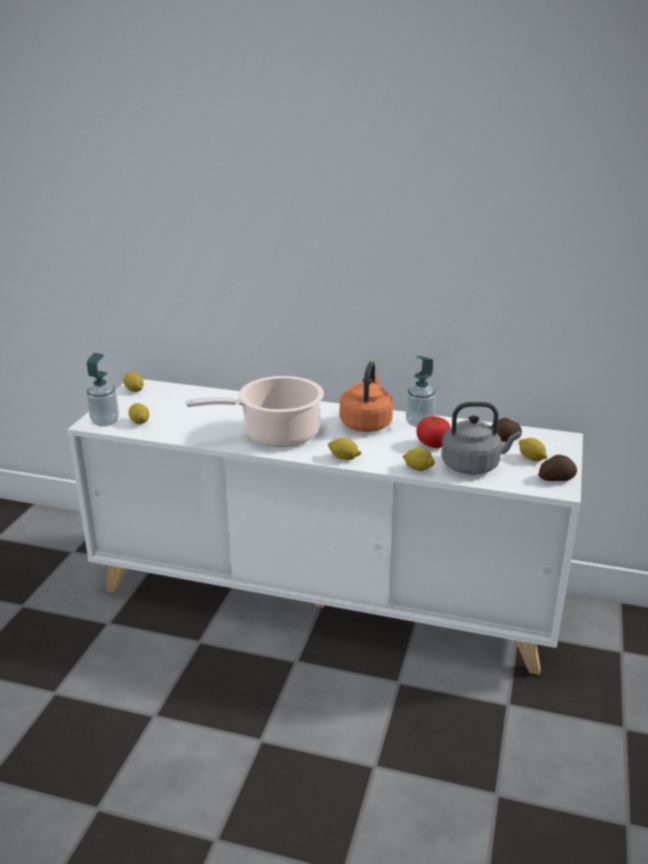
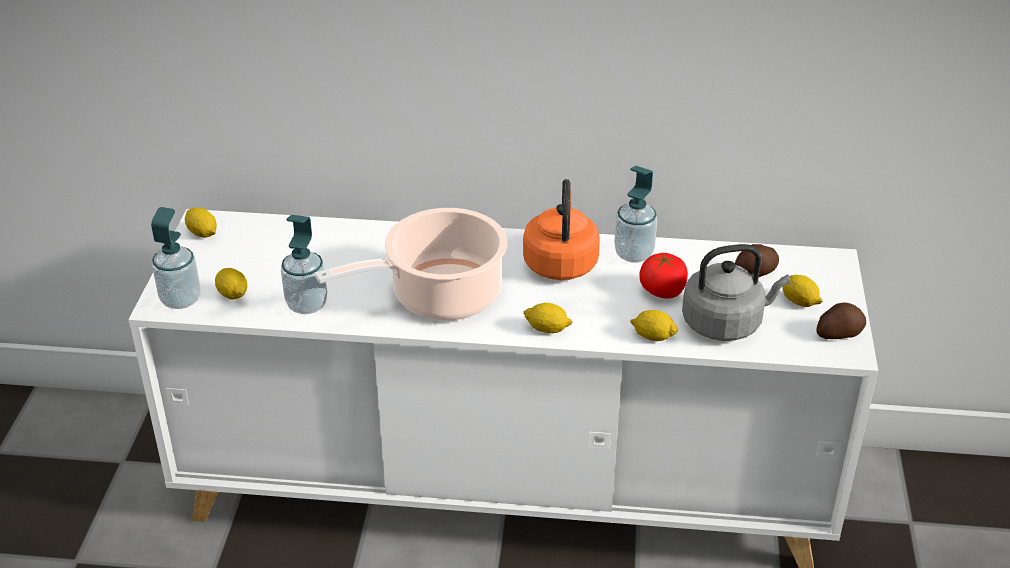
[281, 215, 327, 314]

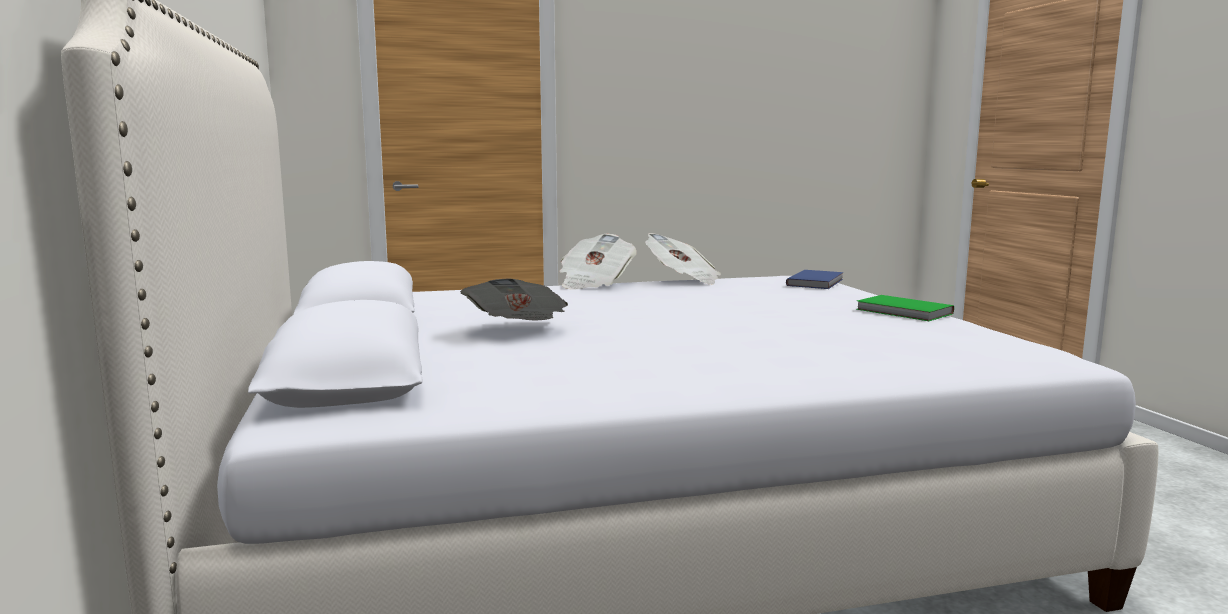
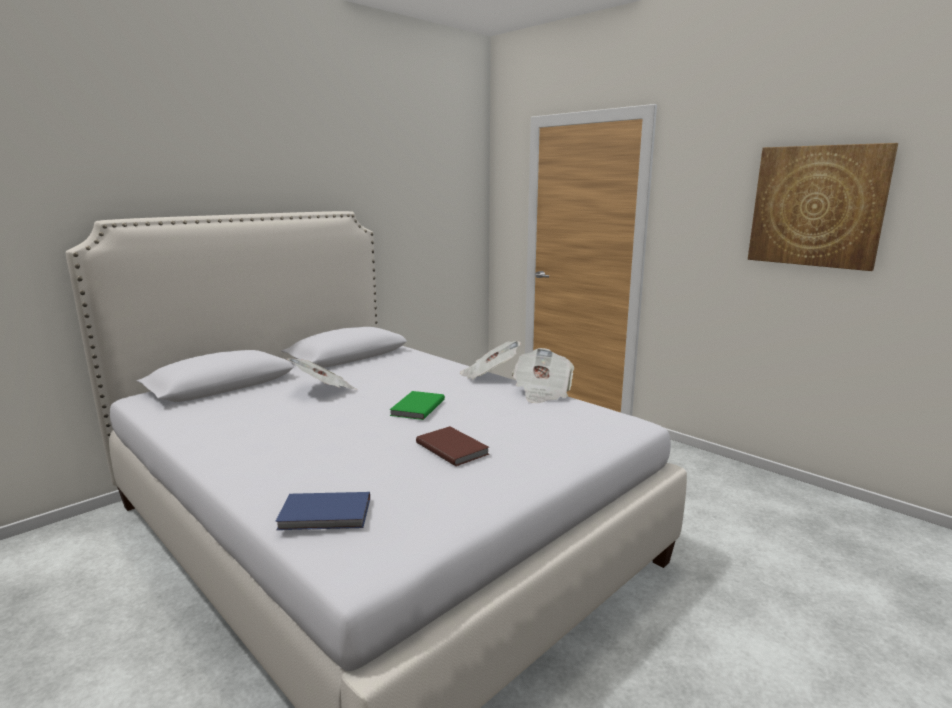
[416, 426, 489, 466]
[748, 143, 898, 271]
[275, 492, 370, 530]
[390, 391, 445, 420]

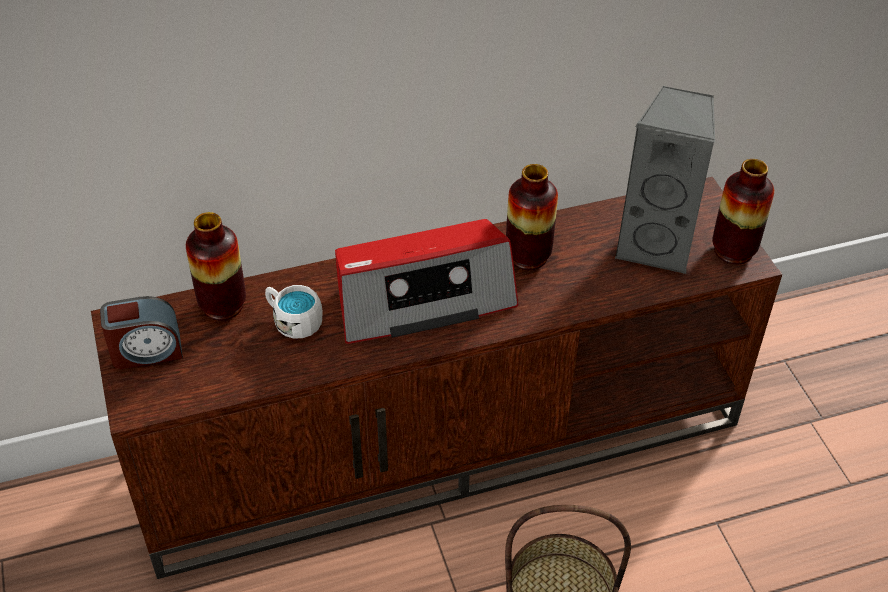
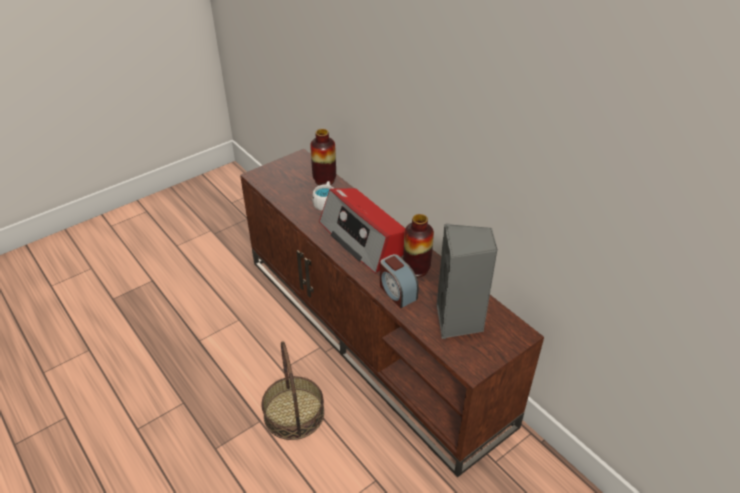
[712, 159, 774, 264] (first image)
[380, 254, 419, 308]

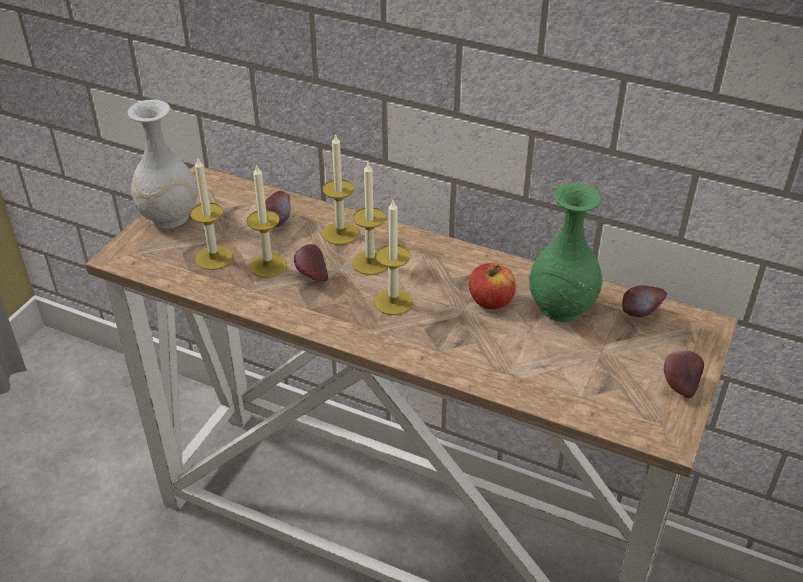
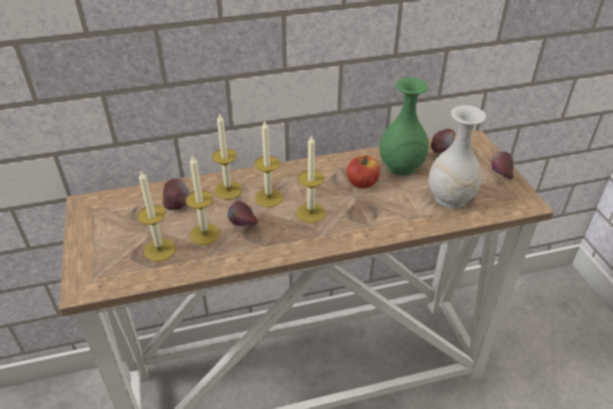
[428, 105, 486, 208]

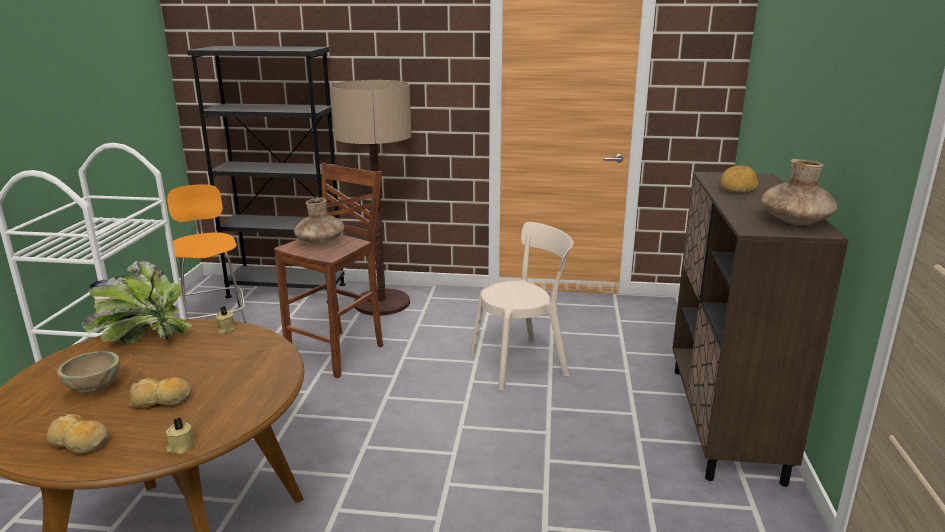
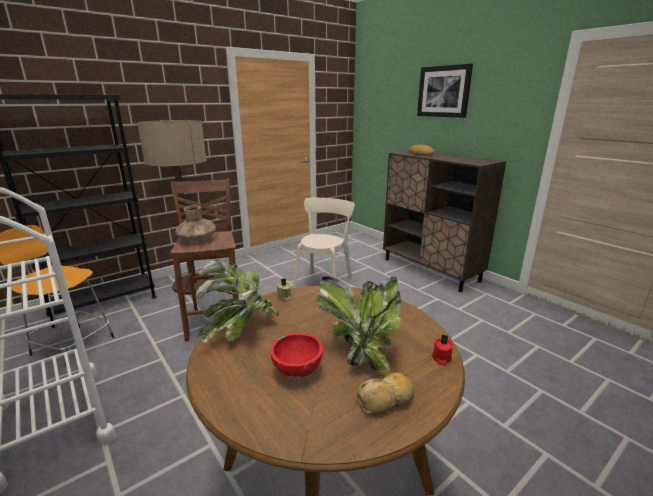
[761, 159, 838, 225] (first image)
[417, 64, 473, 118]
[316, 276, 401, 371]
[270, 333, 323, 377]
[432, 334, 454, 365]

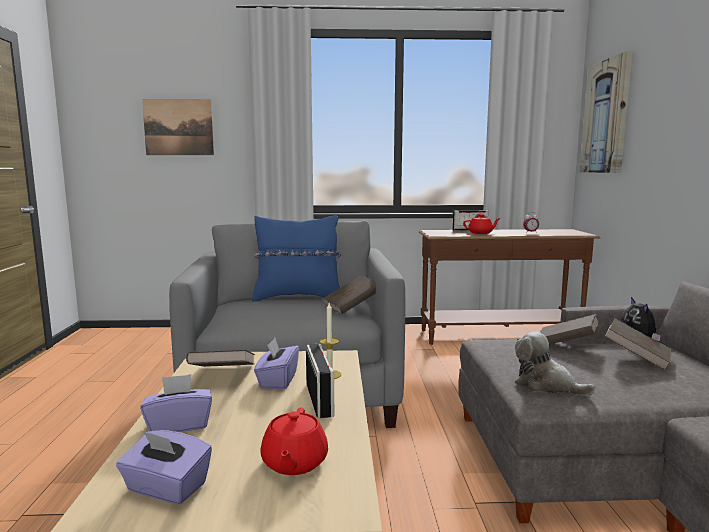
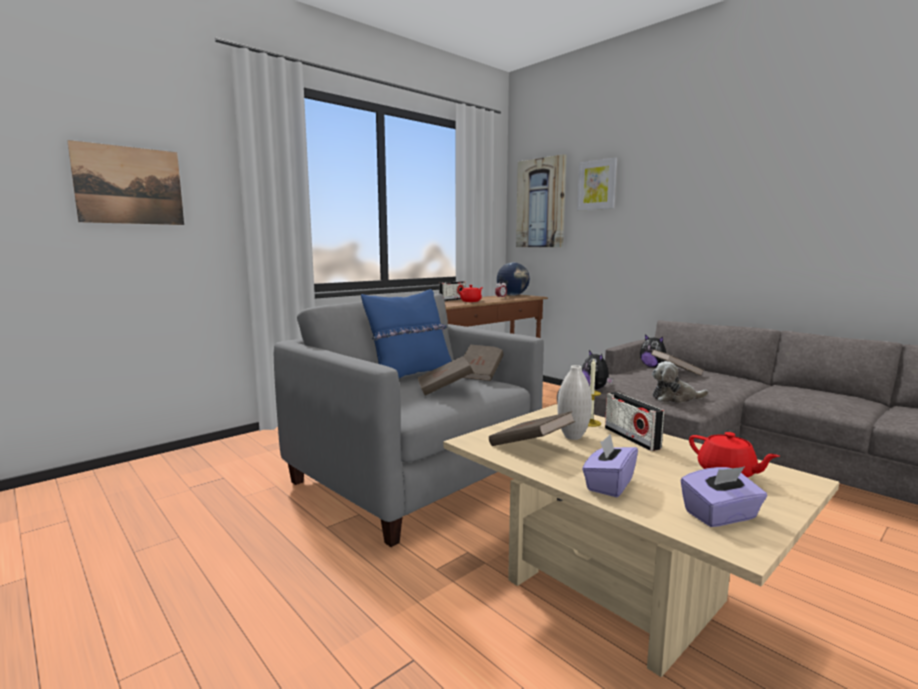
[497, 262, 530, 295]
[577, 157, 617, 211]
[582, 350, 613, 389]
[418, 356, 473, 396]
[557, 365, 592, 440]
[605, 392, 664, 451]

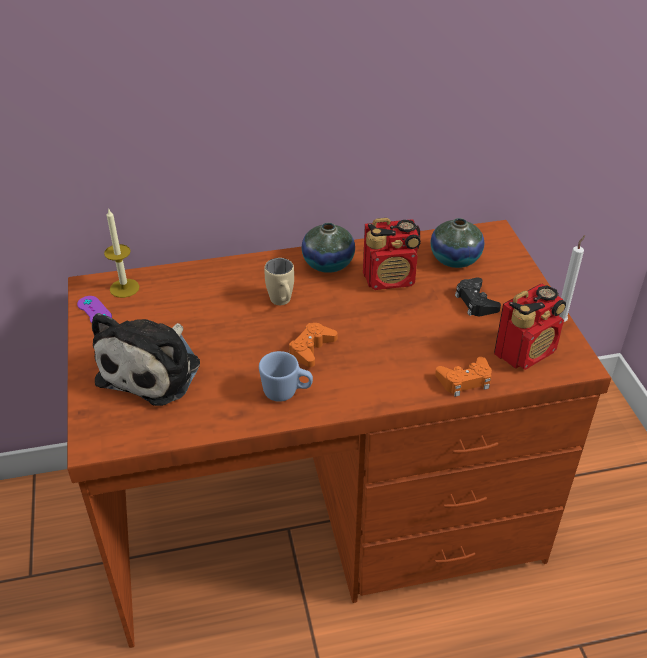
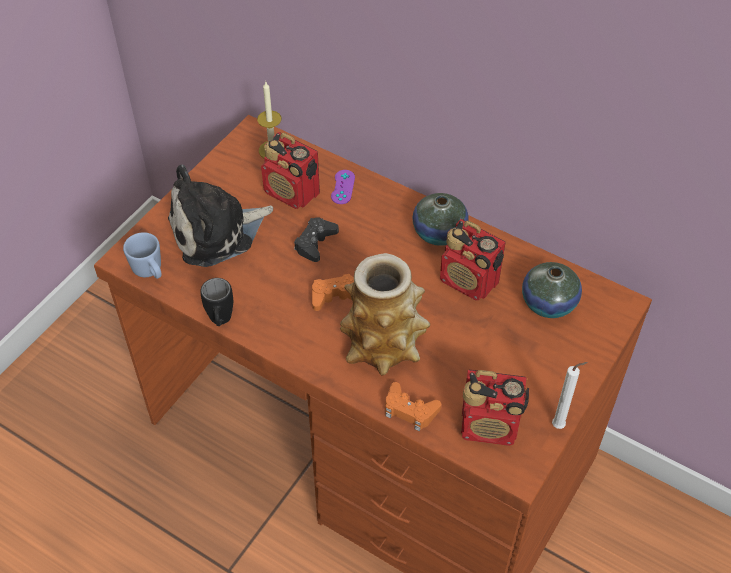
[264, 258, 294, 305] (first image)
[200, 278, 233, 326]
[261, 132, 320, 209]
[340, 253, 430, 376]
[331, 170, 355, 204]
[123, 232, 162, 279]
[294, 217, 339, 262]

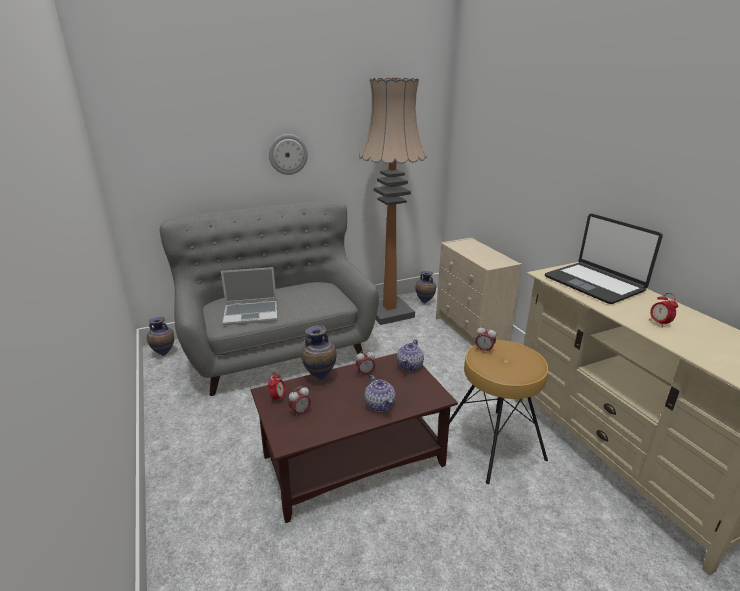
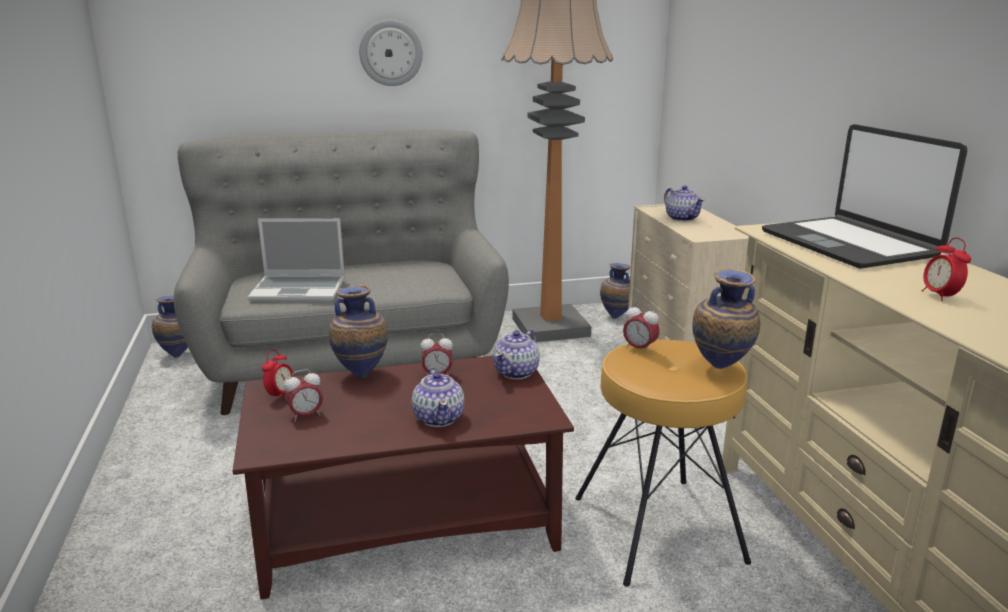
[664, 185, 705, 222]
[692, 268, 760, 369]

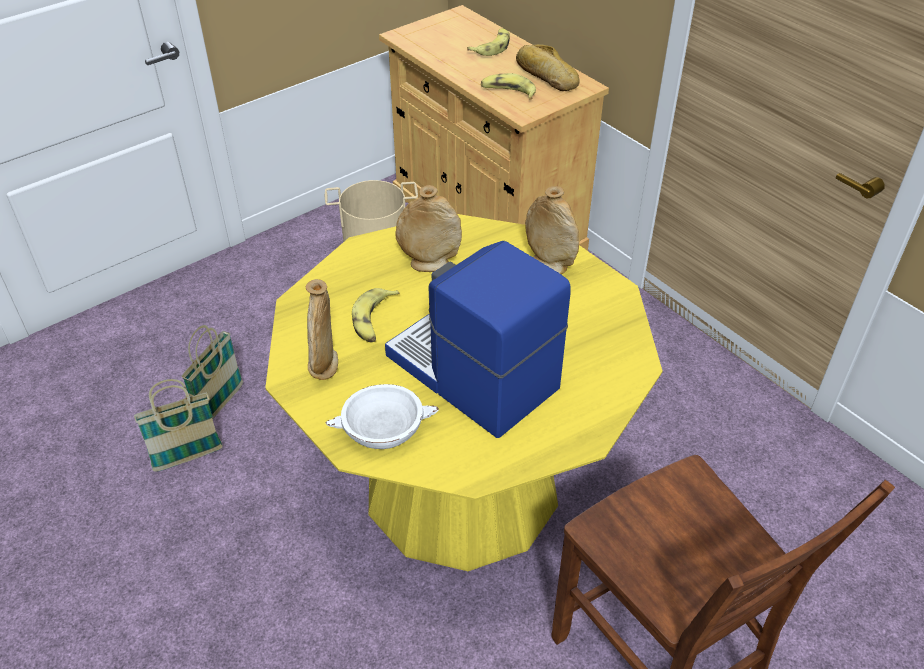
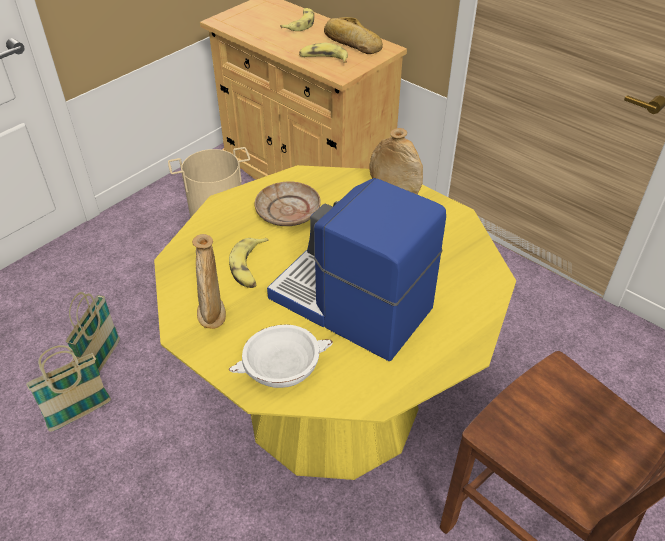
[255, 182, 321, 226]

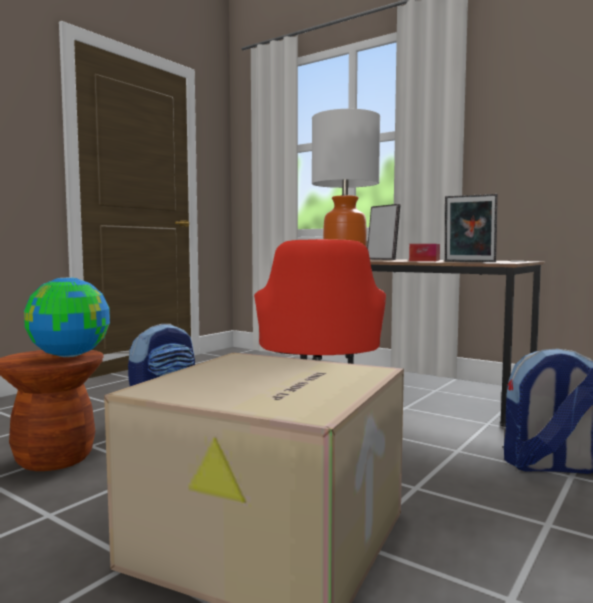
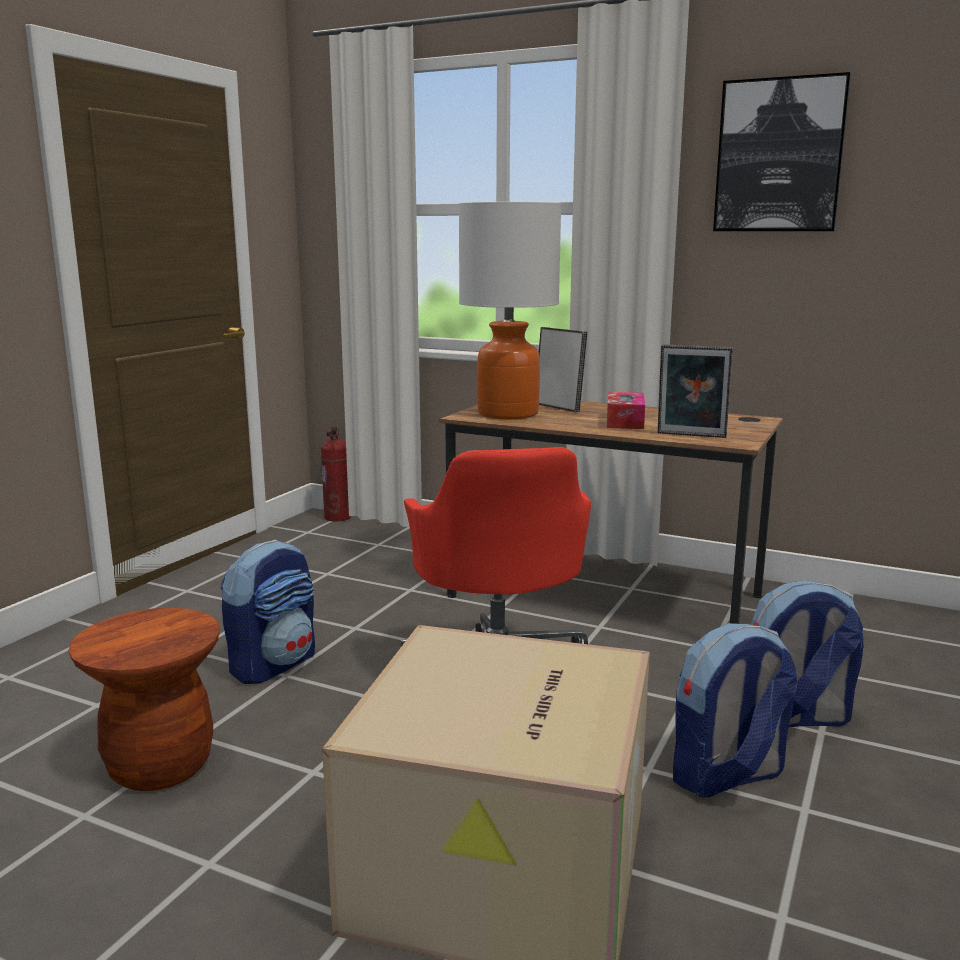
[24, 278, 110, 357] (first image)
[321, 427, 351, 522]
[673, 623, 798, 798]
[713, 72, 851, 231]

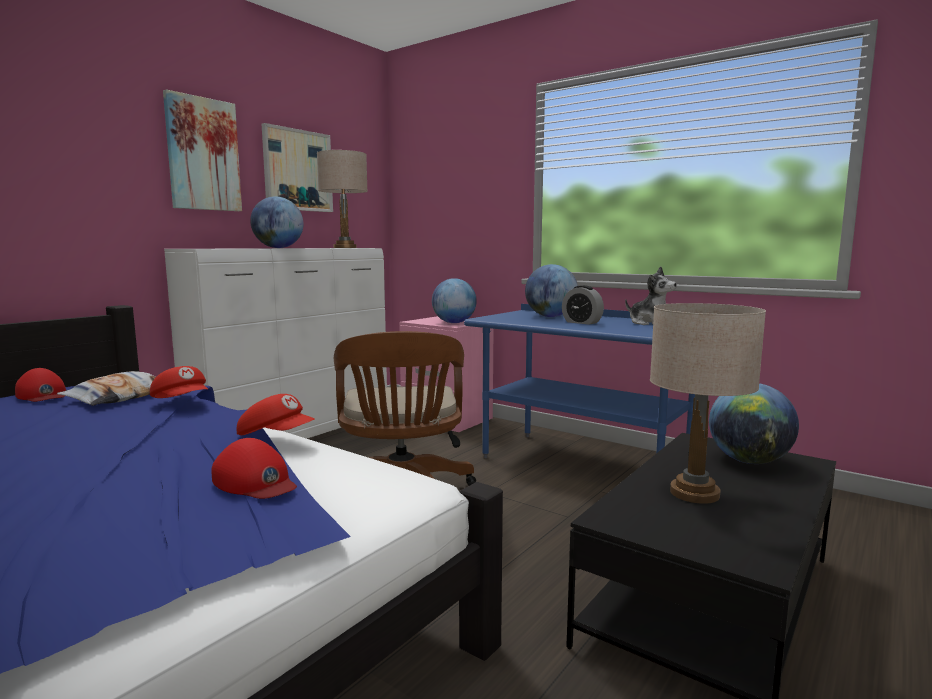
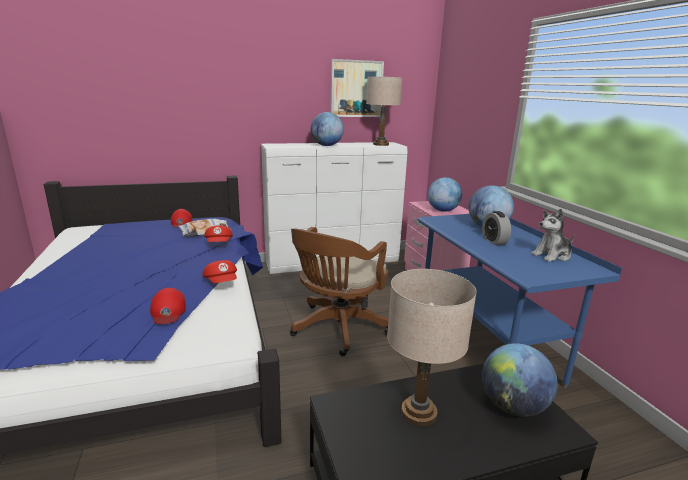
[163, 89, 242, 211] (first image)
[531, 209, 574, 262]

